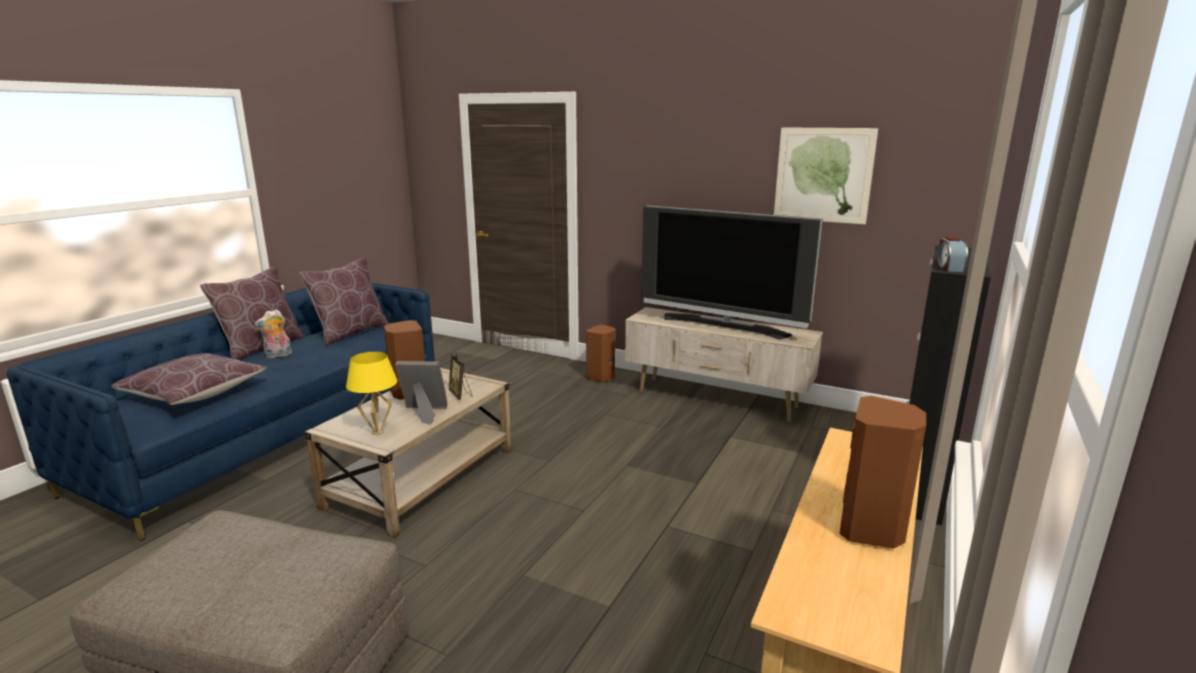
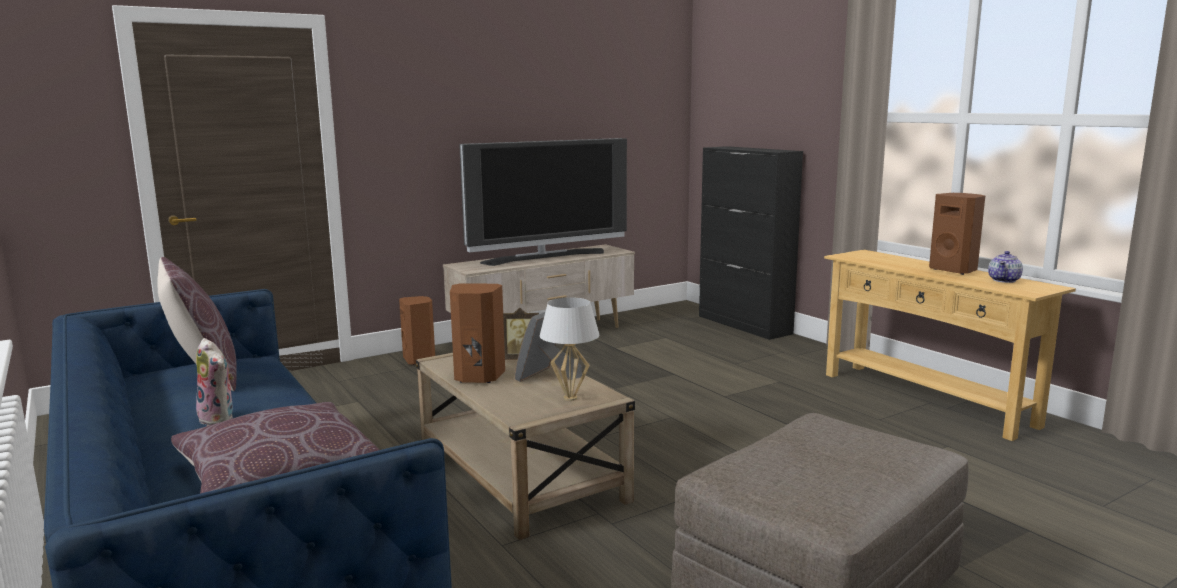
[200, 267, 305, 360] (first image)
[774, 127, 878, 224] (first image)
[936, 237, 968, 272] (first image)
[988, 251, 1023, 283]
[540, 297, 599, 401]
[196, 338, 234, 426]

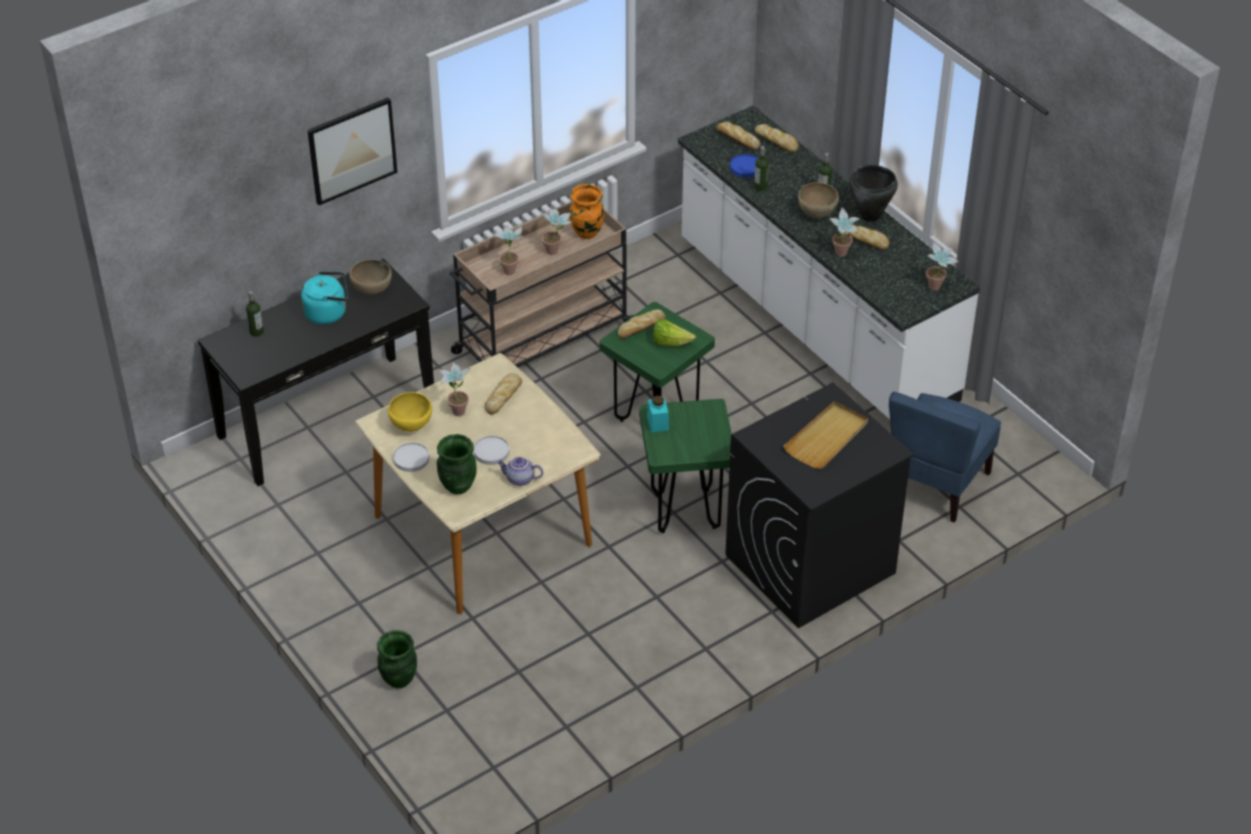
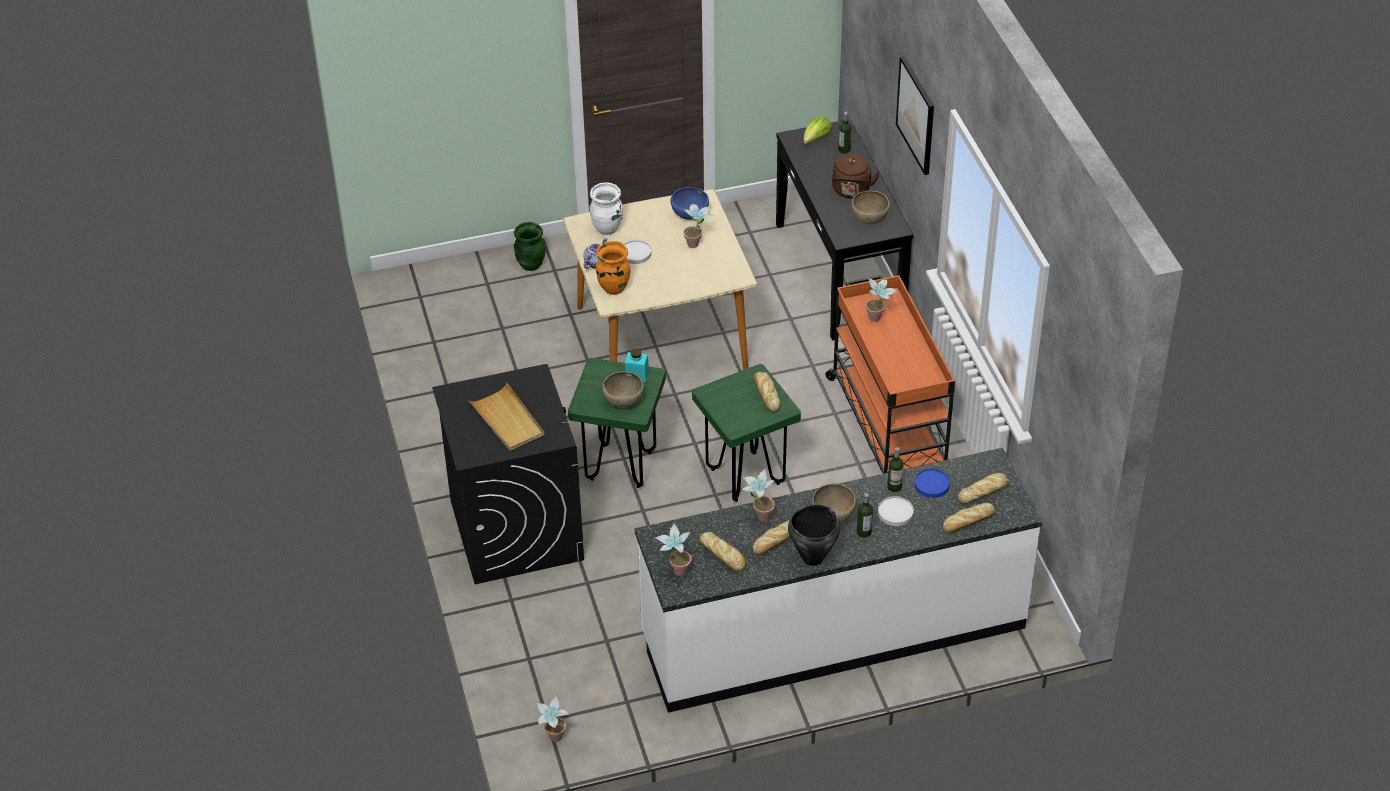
[889, 392, 1001, 523] (first image)
[602, 372, 644, 407]
[878, 496, 914, 526]
[699, 532, 746, 571]
[536, 696, 570, 742]
[596, 241, 630, 295]
[804, 116, 832, 144]
[832, 154, 880, 198]
[670, 187, 709, 220]
[589, 182, 623, 235]
[825, 275, 955, 474]

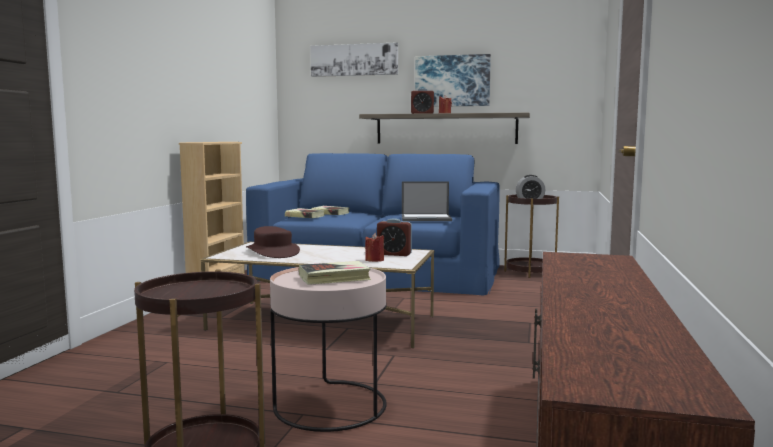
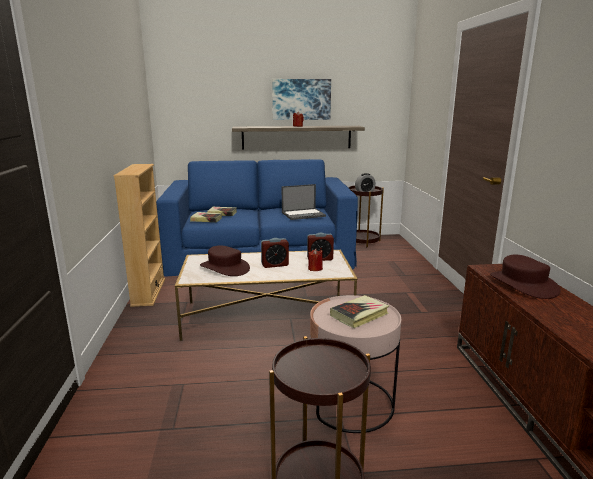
[310, 42, 398, 77] (first image)
[490, 255, 561, 299]
[261, 238, 289, 268]

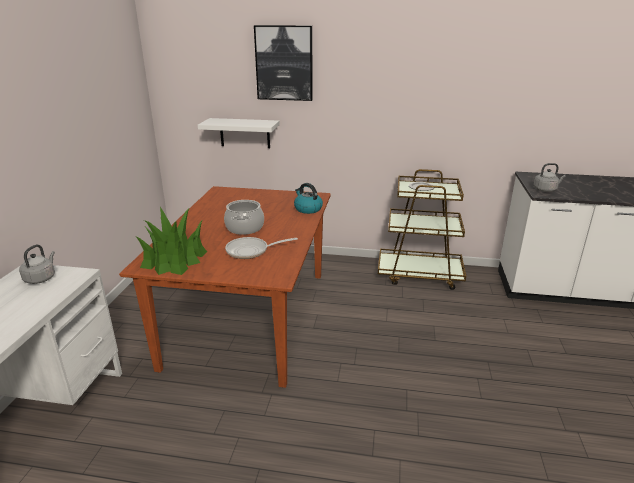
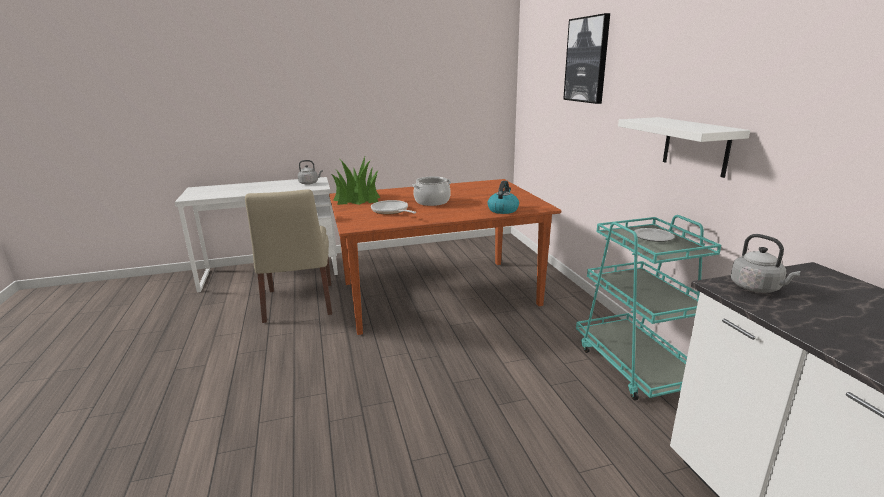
[245, 189, 332, 323]
[618, 117, 750, 178]
[576, 215, 721, 400]

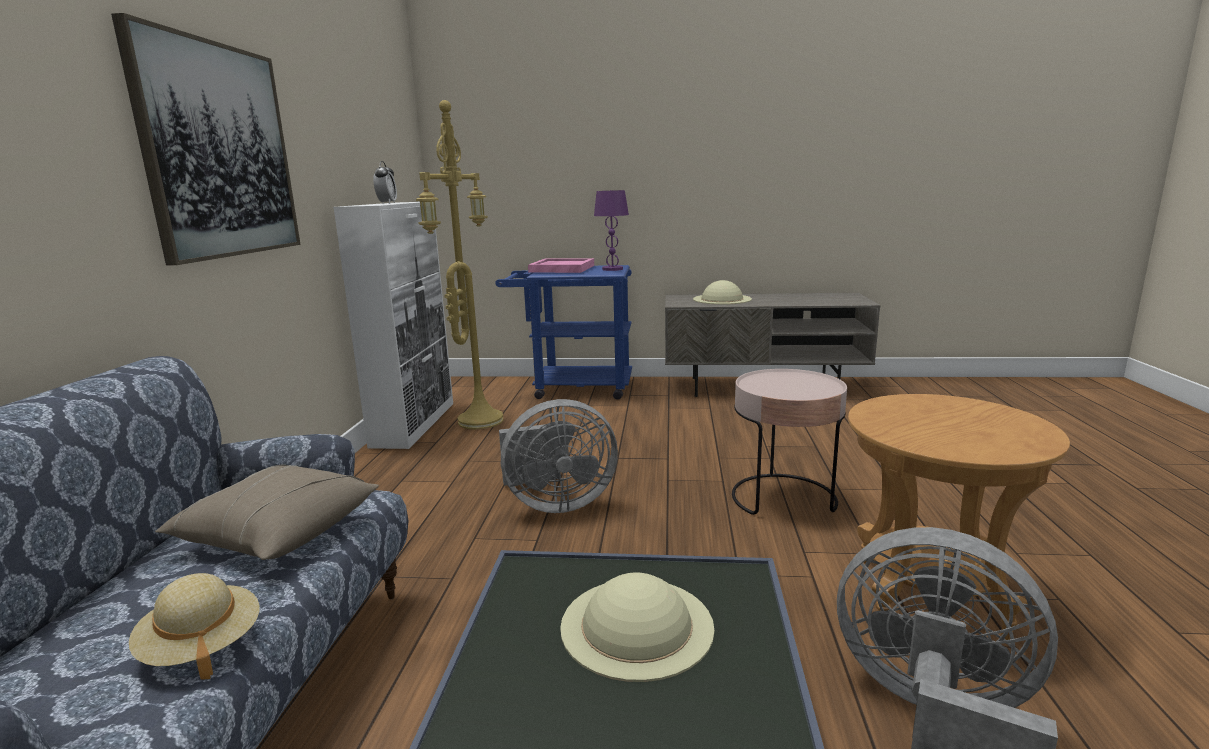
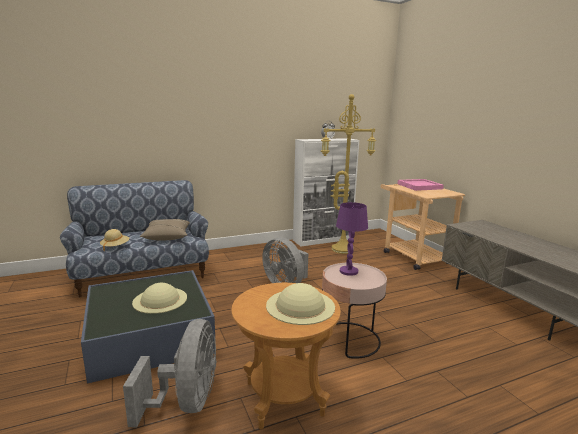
[111, 13, 301, 266] (first image)
[336, 202, 368, 276]
[266, 283, 335, 325]
[381, 184, 465, 270]

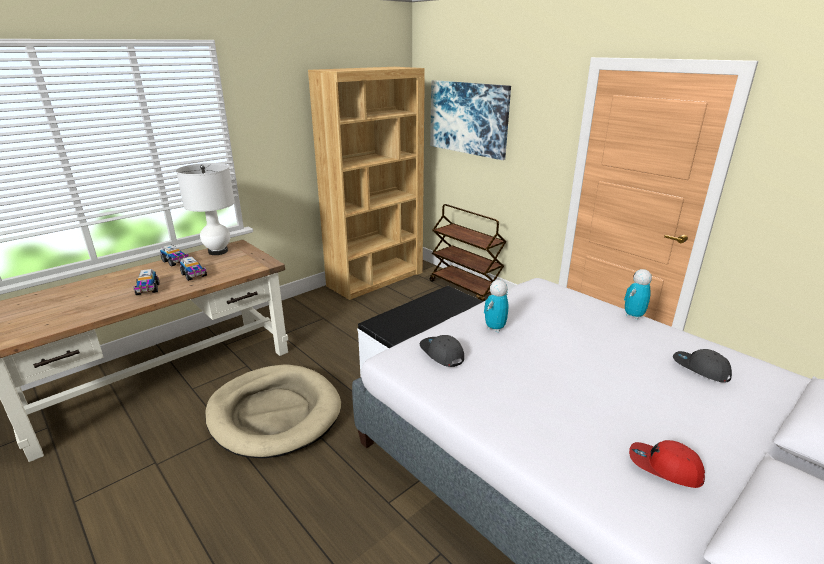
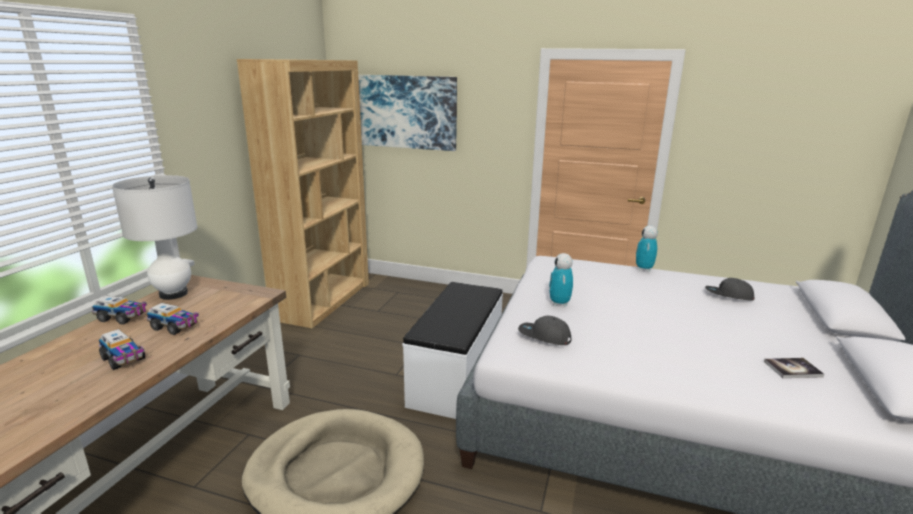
[430, 204, 506, 301] (first image)
[764, 358, 824, 378]

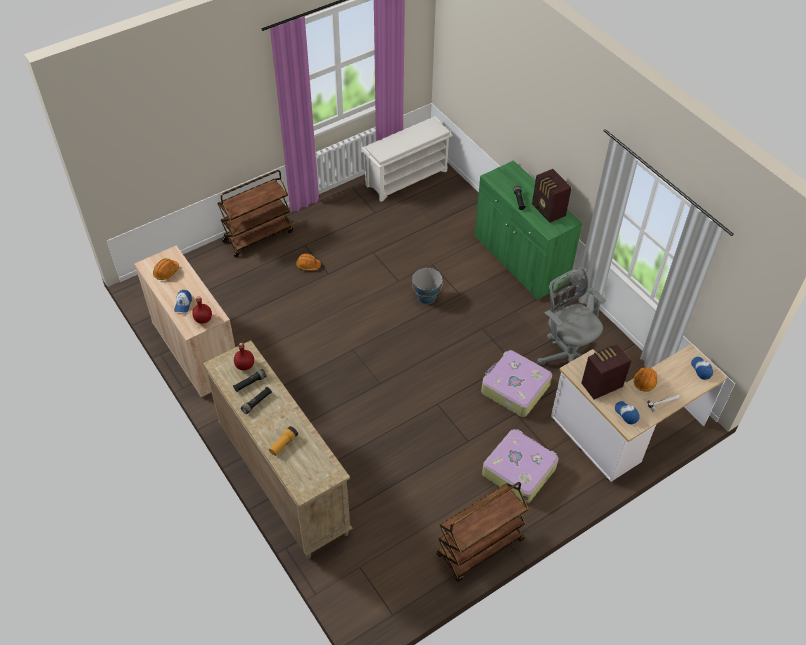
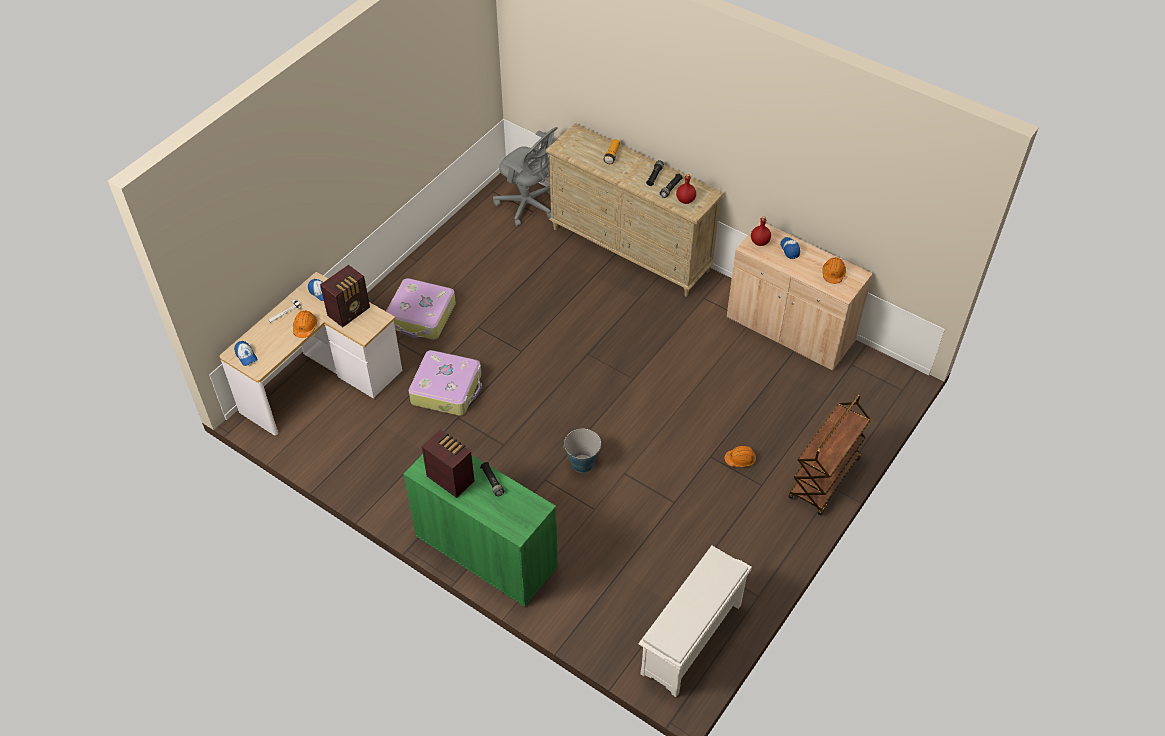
[436, 482, 529, 582] (first image)
[493, 127, 558, 226]

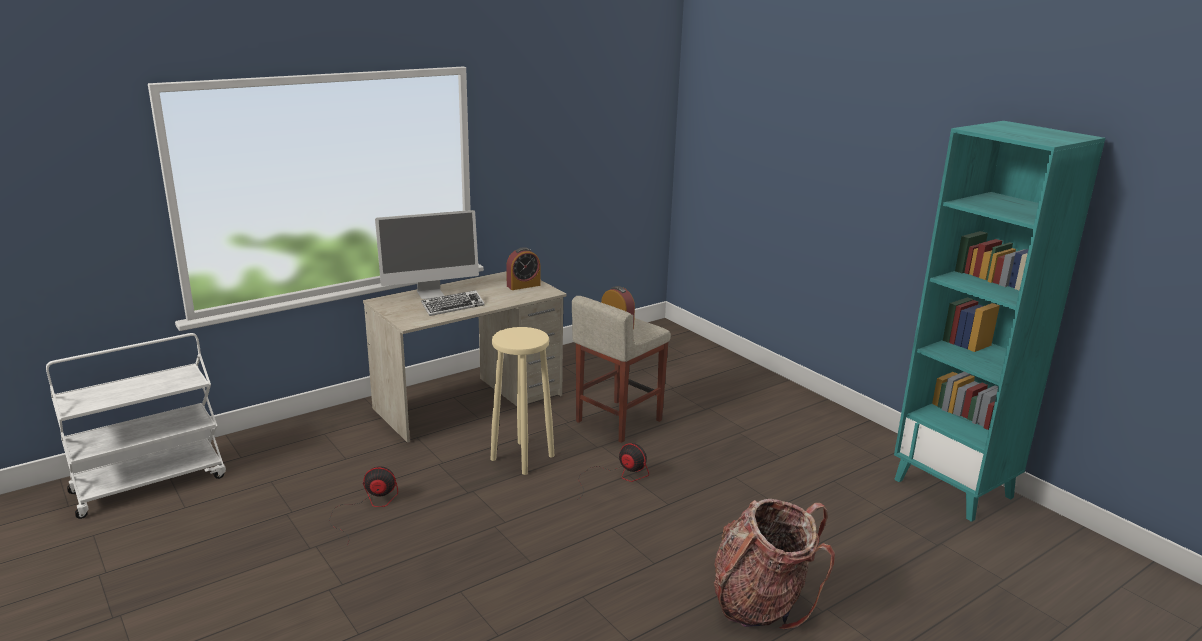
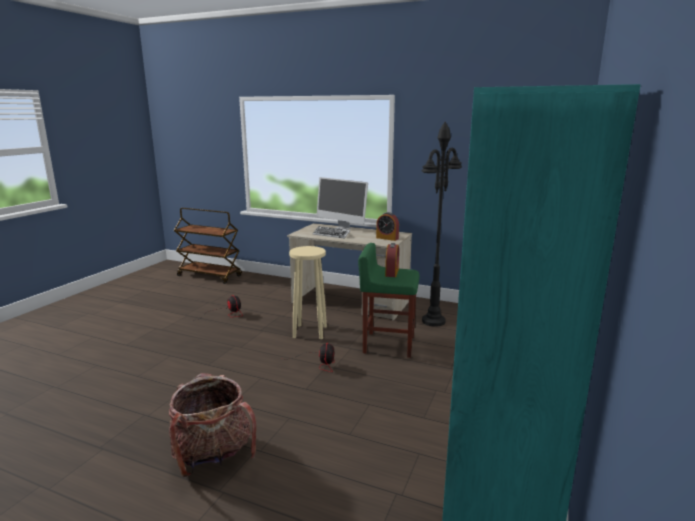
[422, 122, 462, 327]
[174, 208, 242, 284]
[358, 243, 420, 358]

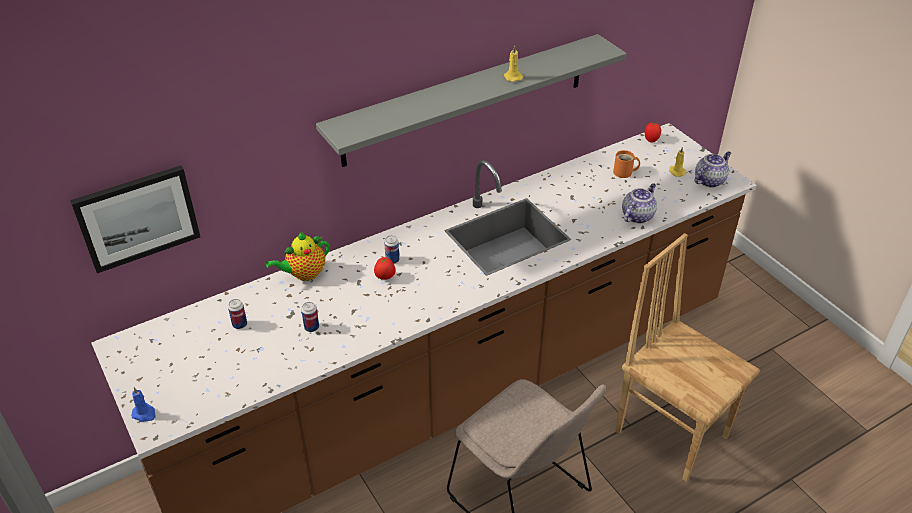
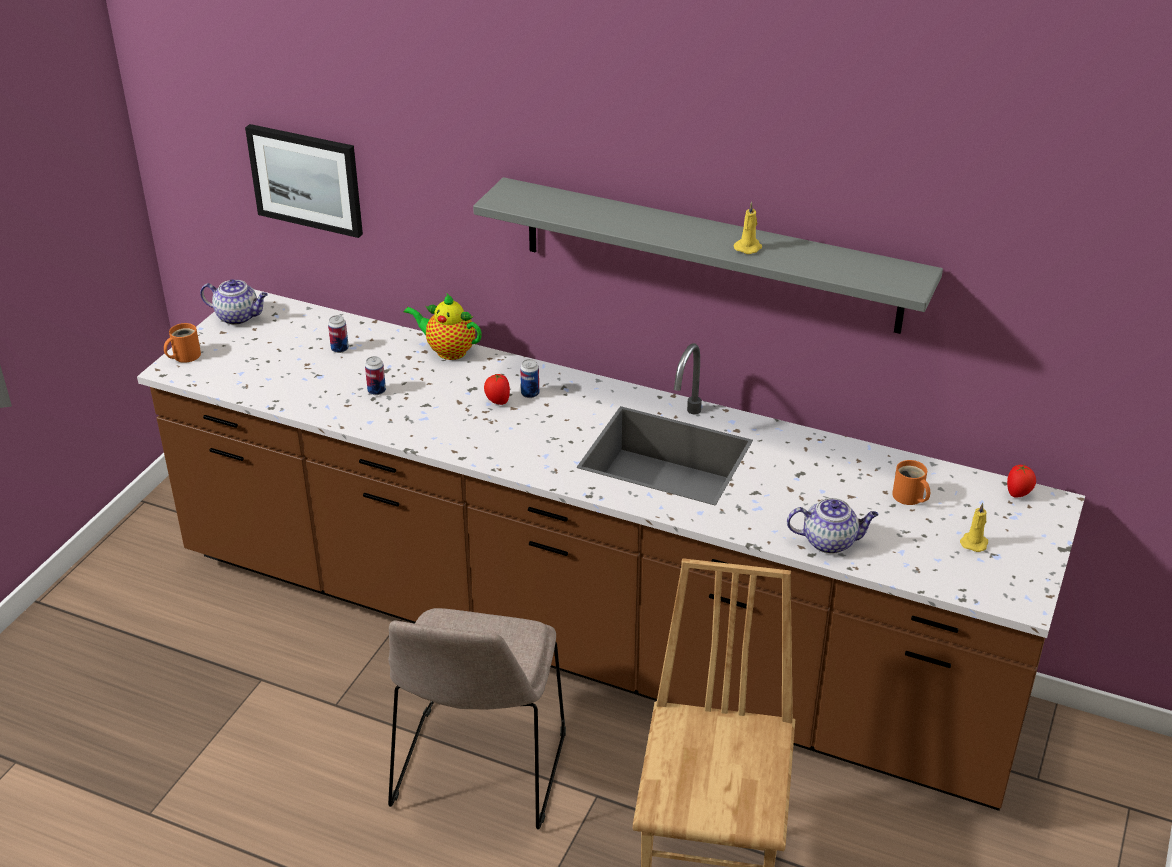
[200, 279, 268, 325]
[164, 323, 201, 363]

